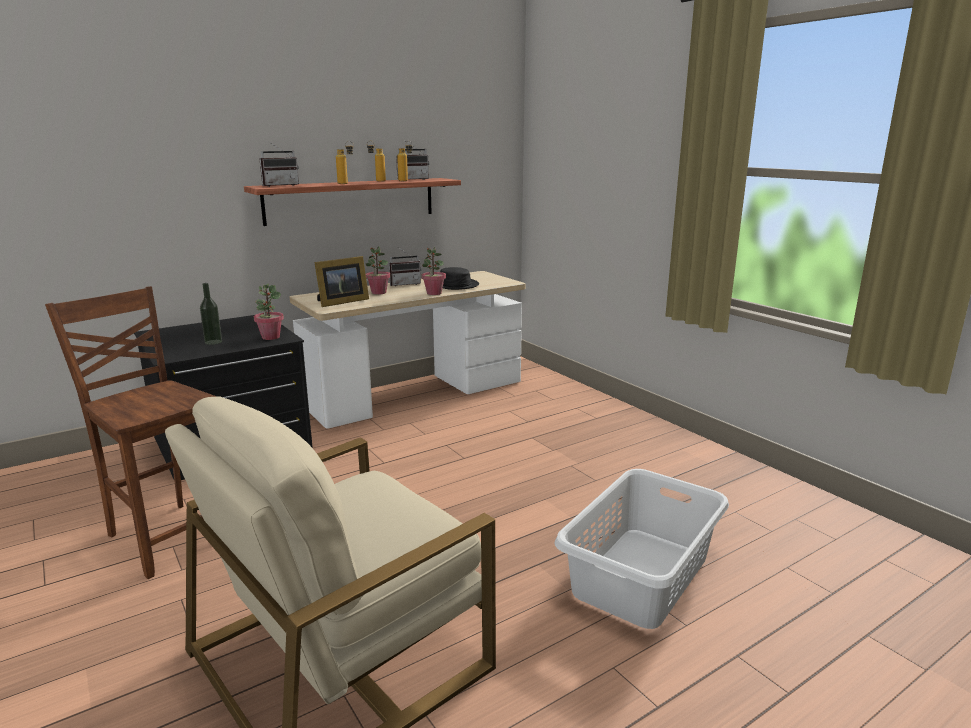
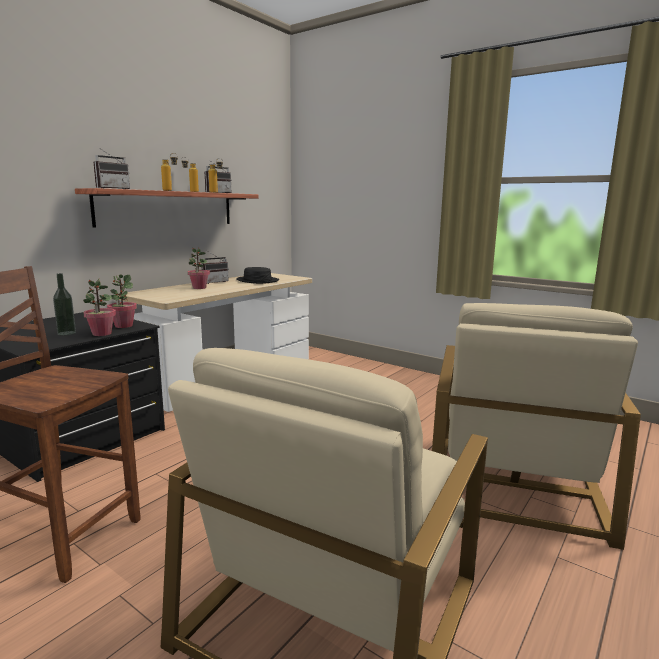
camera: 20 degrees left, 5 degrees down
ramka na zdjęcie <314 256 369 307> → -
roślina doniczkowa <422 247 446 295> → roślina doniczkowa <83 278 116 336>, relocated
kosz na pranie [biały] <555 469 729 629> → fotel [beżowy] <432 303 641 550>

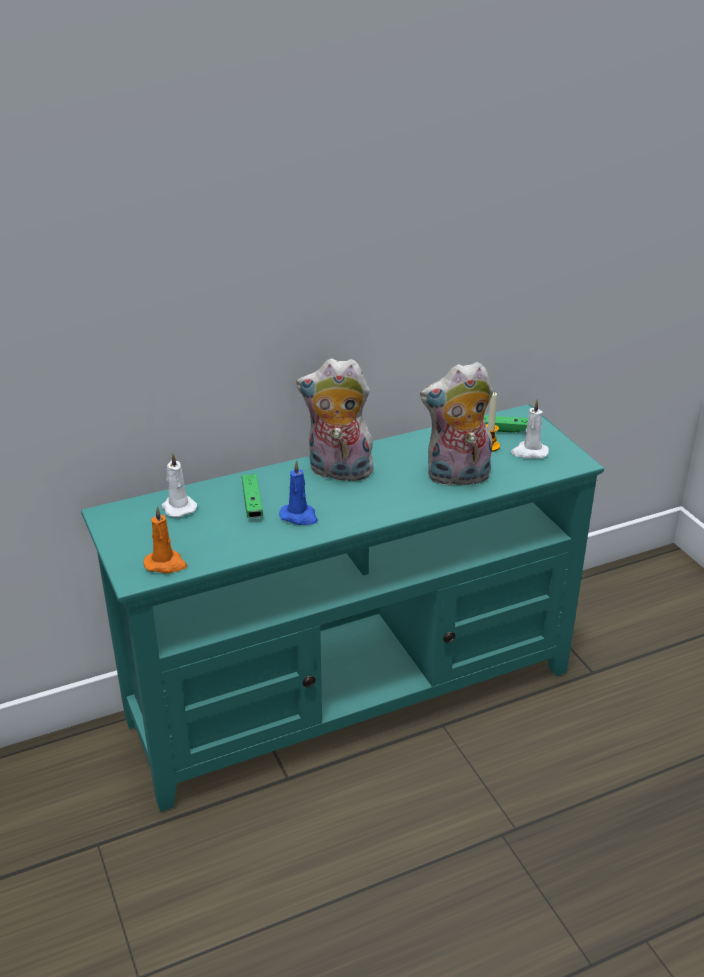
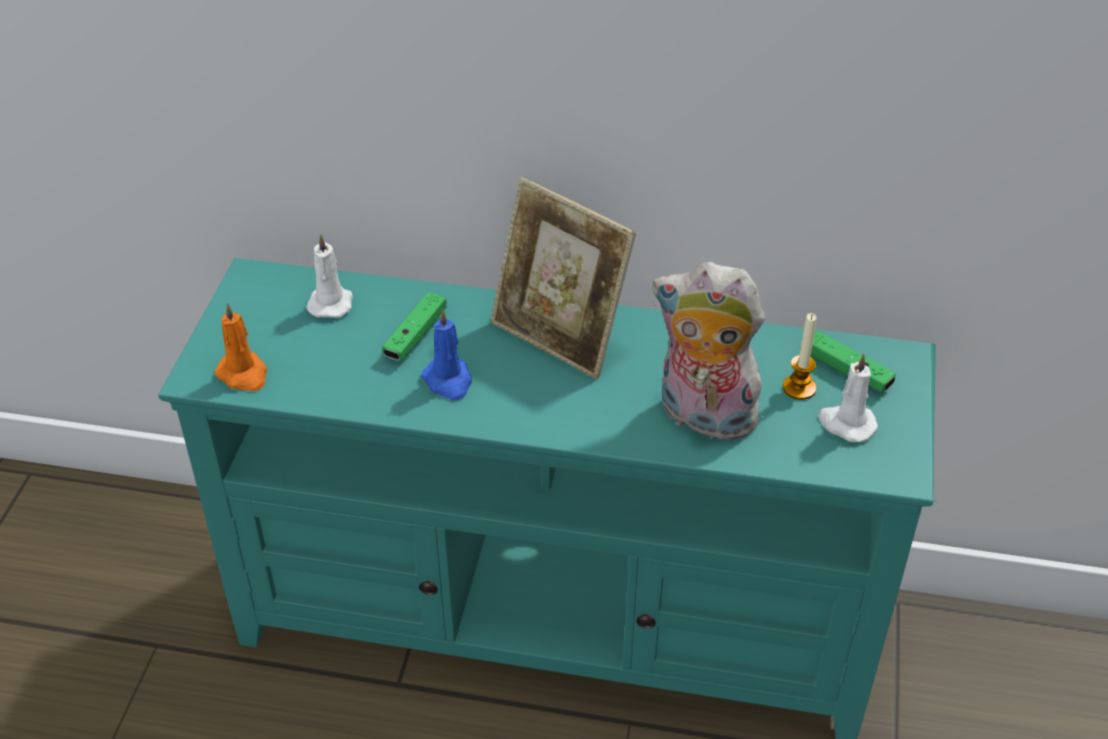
camera: 35 degrees right, 10 degrees up
pluszak <296 359 376 481> → ramka na zdjęcie <490 177 636 379>

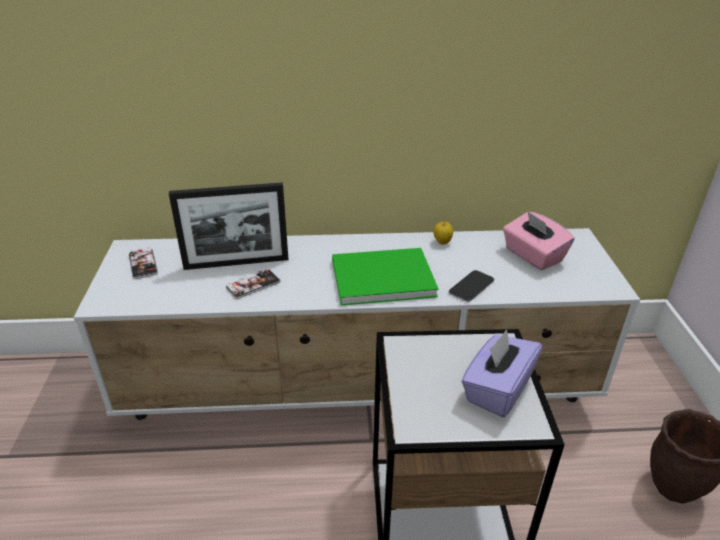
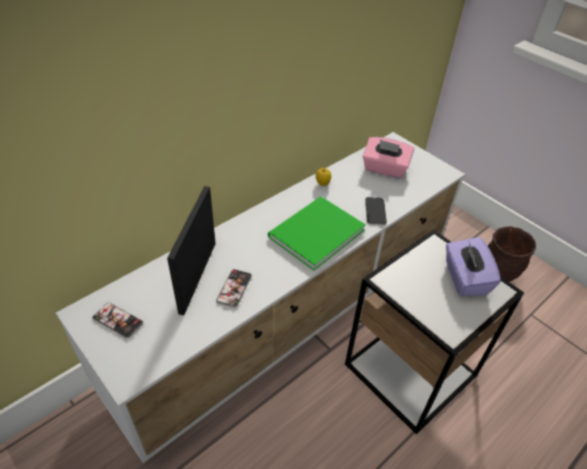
camera: 40 degrees left, 10 degrees up
ramka na zdjęcie <169 182 289 270> → ramka na zdjęcie <167 186 216 315>, 150 degrees clockwise

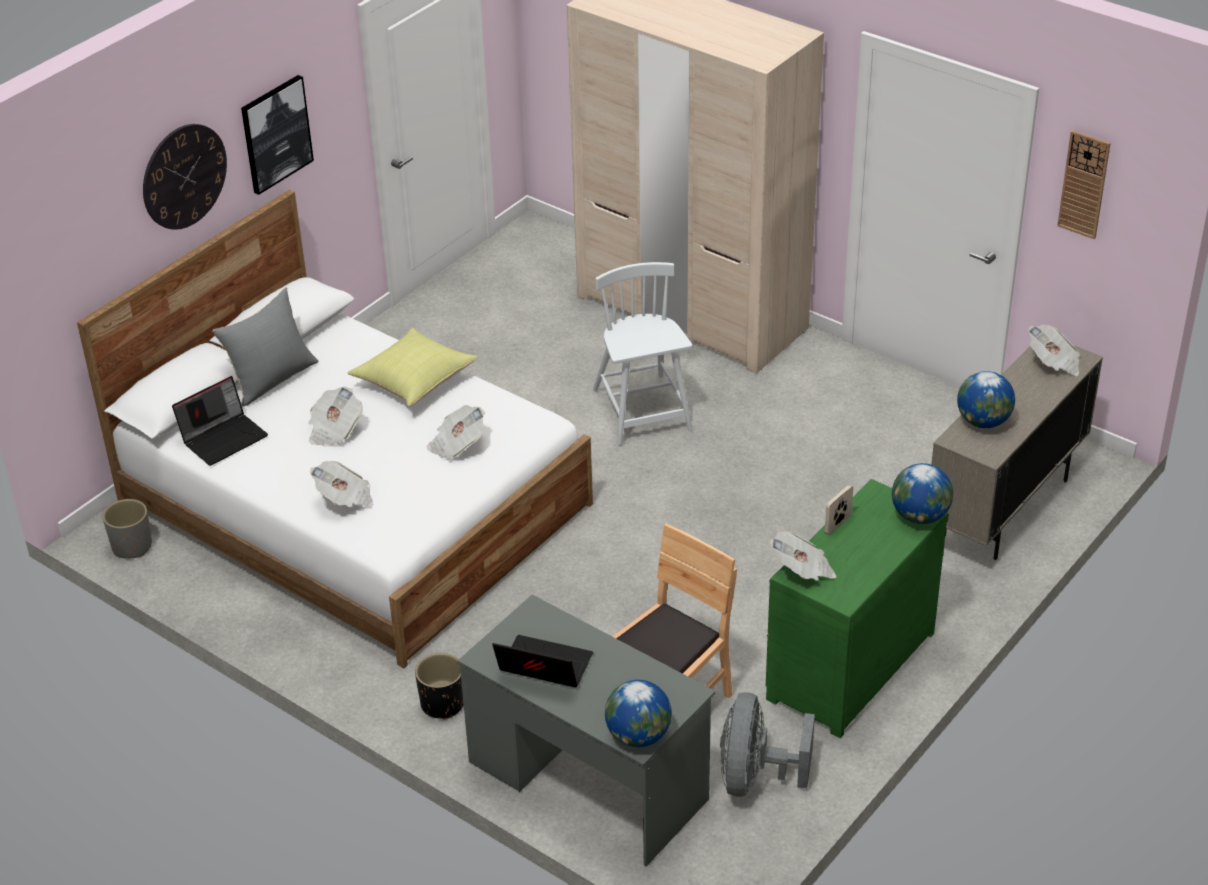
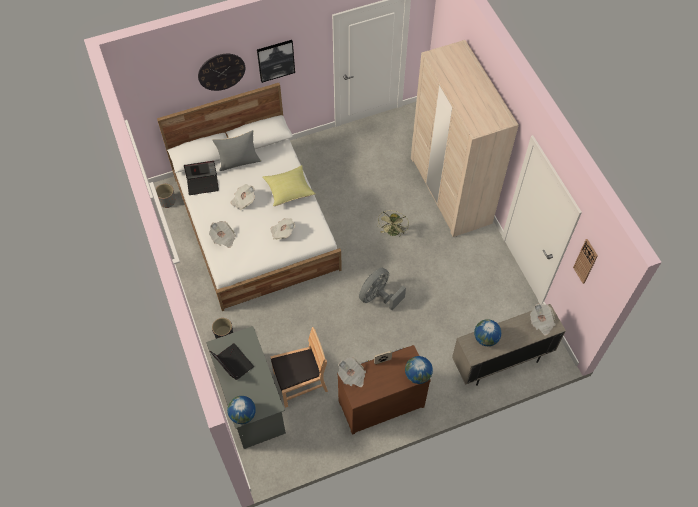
camera: 30 degrees right, 20 degrees up
wentylator [szary] <720 693 815 797> → wentylator [szary] <359 268 406 310>, relocated
krzesło [biały] <593 262 693 445> → wentylator [zielony] <377 210 409 237>
komoda [zielony] <766 479 949 738> → komoda [brązowy] <337 345 431 435>

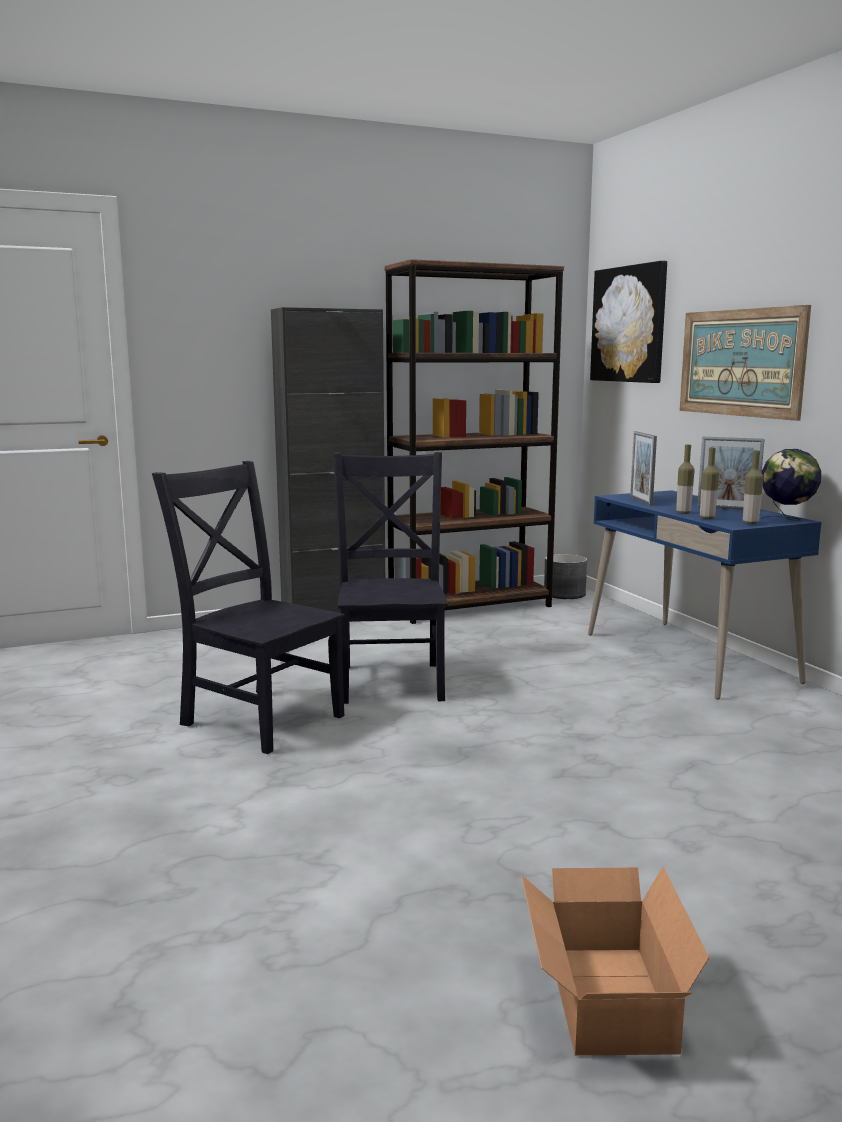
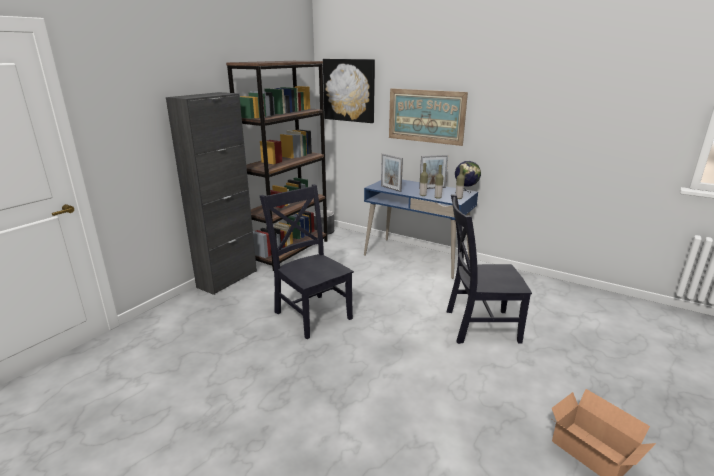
camera: 35 degrees left, 10 degrees up
krzesło [czarny] <152 461 345 754> → krzesło [czarny] <447 194 532 344>, relocated

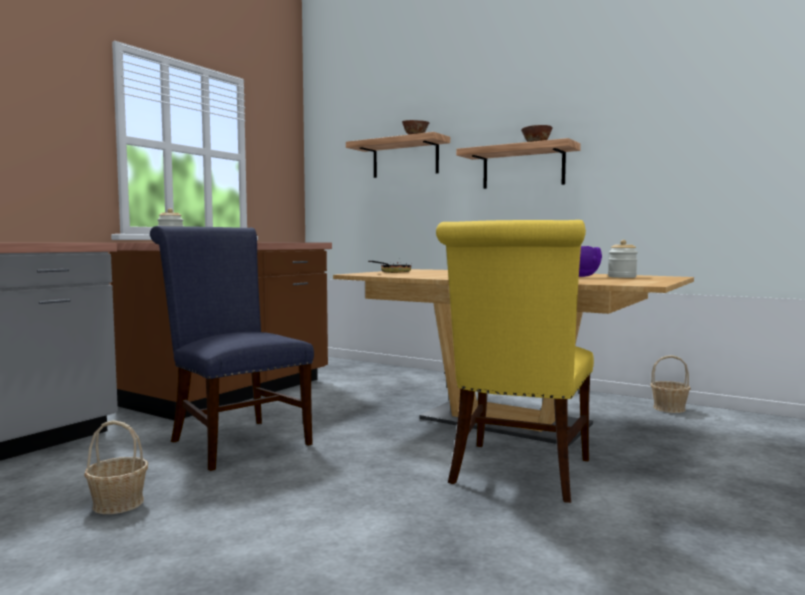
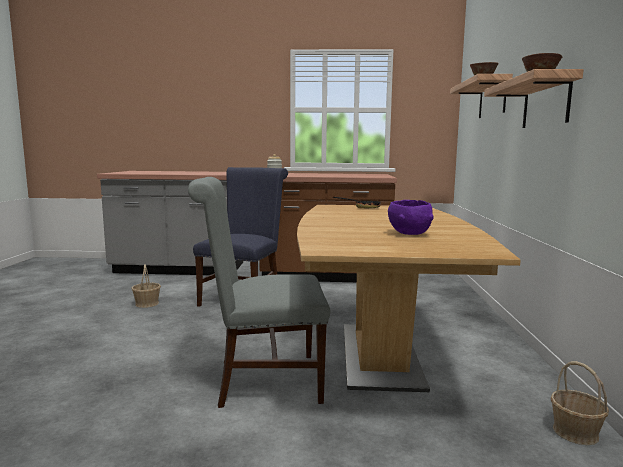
camera: 60 degrees right, 5 degrees up
słoik <608 240 638 278> → -
krzesło [żółty] <436 220 594 503> → krzesło [szary] <188 177 330 408>

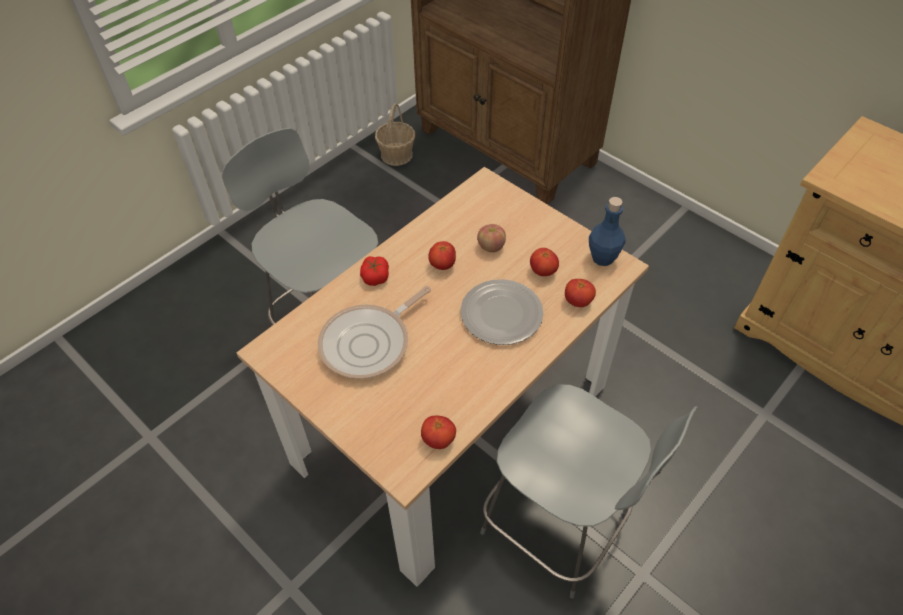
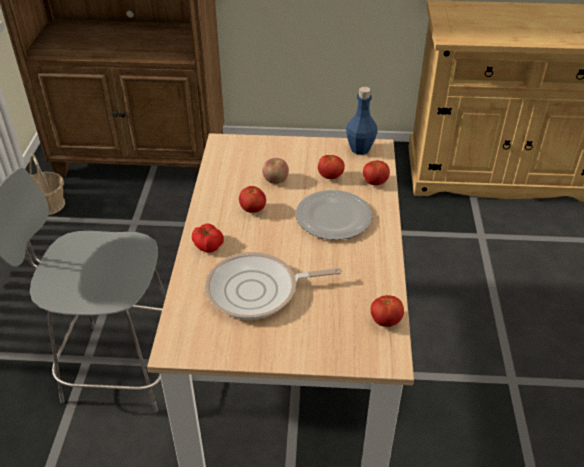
camera: 40 degrees left, 10 degrees down
krzesło [szary] <480 384 698 599> → -
patelnia <318 286 431 379> → patelnia <205 252 342 320>, 75 degrees clockwise

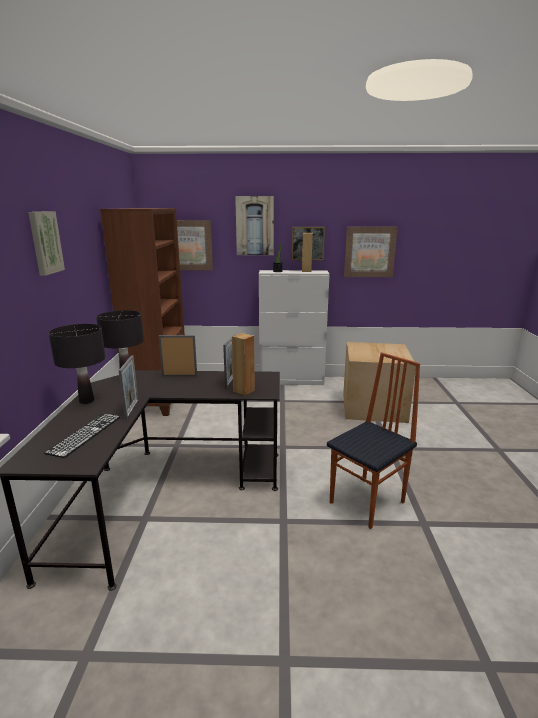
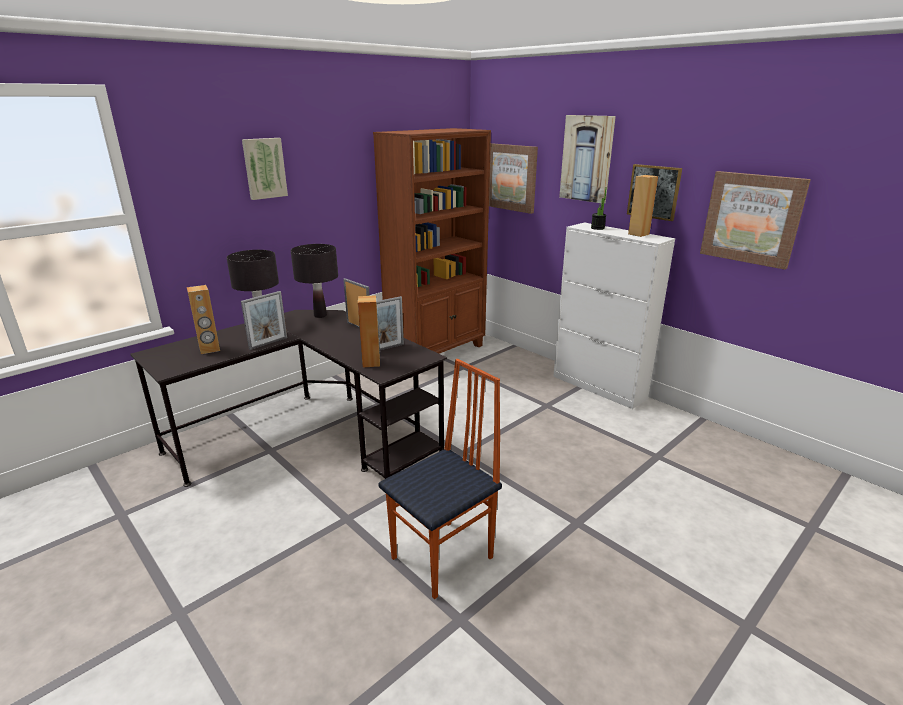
camera: 45 degrees right, 5 degrees up
karton <343 342 416 423> → -
klawiatura <44 414 120 458> → głośnik [brązowy] <187 285 220 354>
krzesło <327 352 420 529> → krzesło <378 359 502 599>, 45 degrees counterclockwise

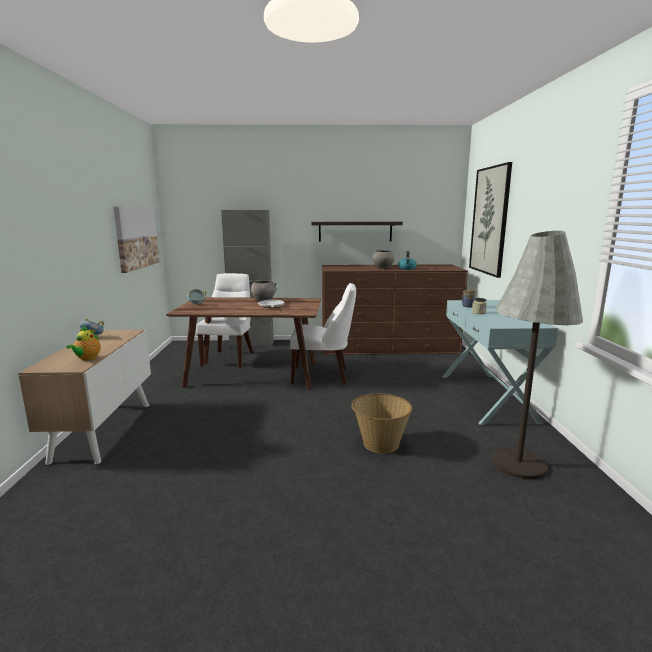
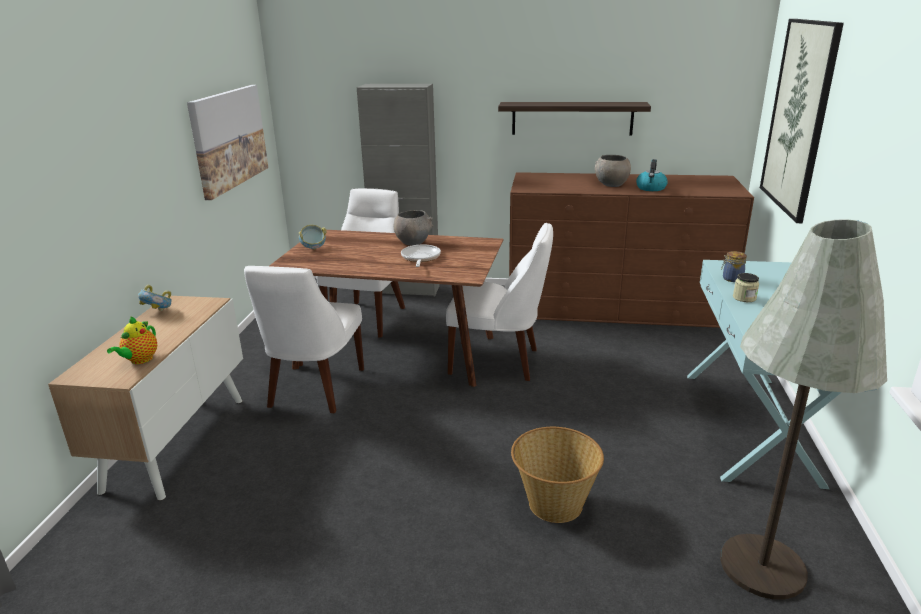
camera: 10 degrees right, 10 degrees up
- → krzesło [biały] <244 266 364 413>

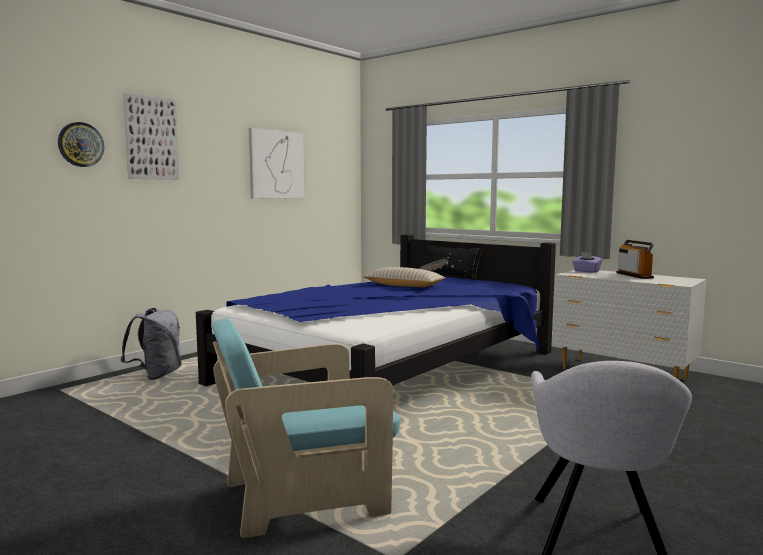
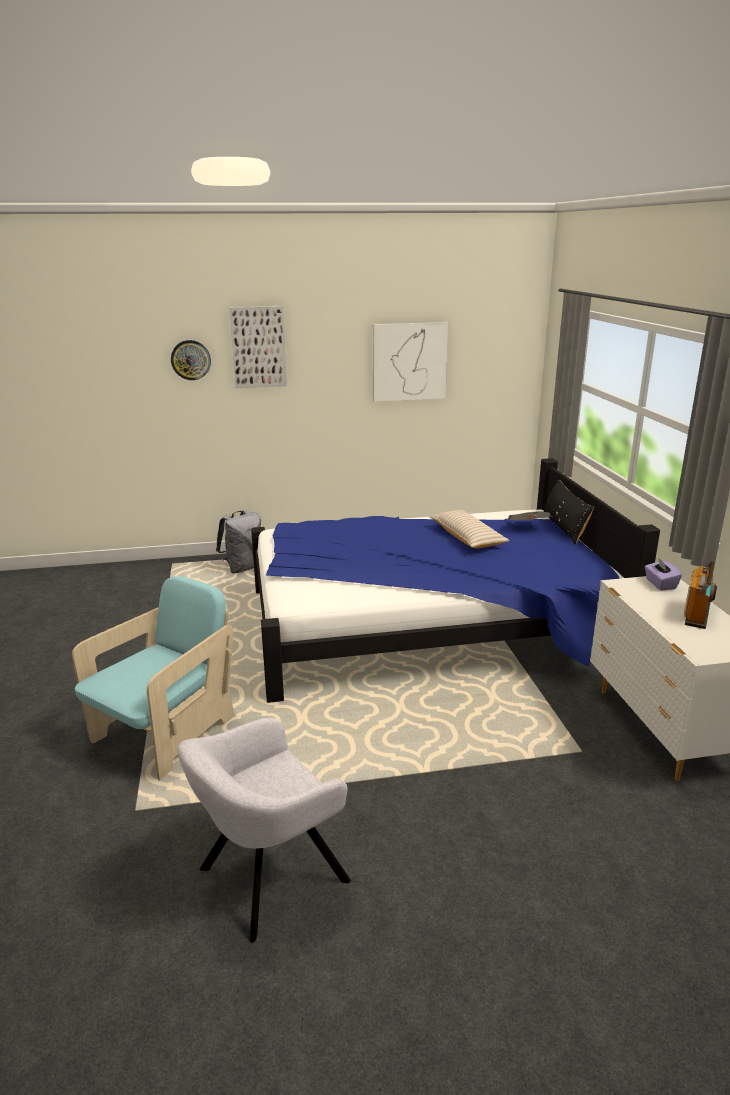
camera: 40 degrees right, 15 degrees up
fotel [turkusowy] <212 318 400 538> → fotel [turkusowy] <72 576 234 780>, 105 degrees clockwise

